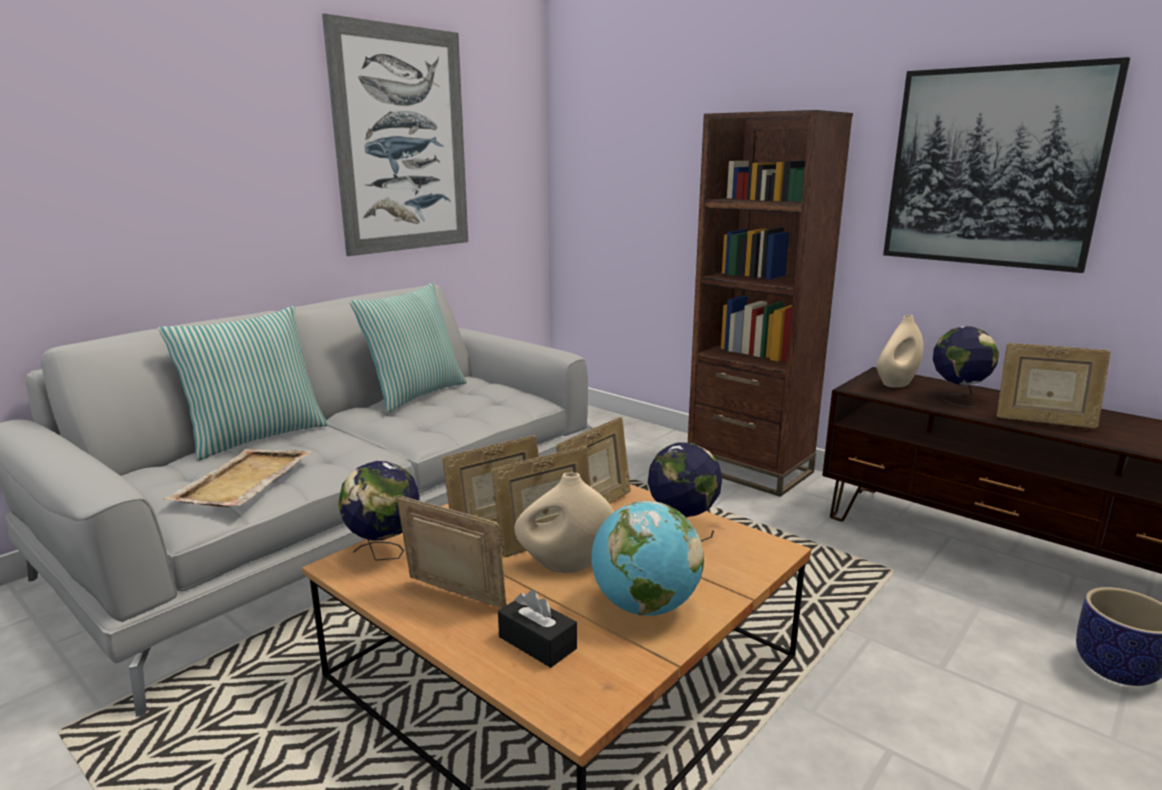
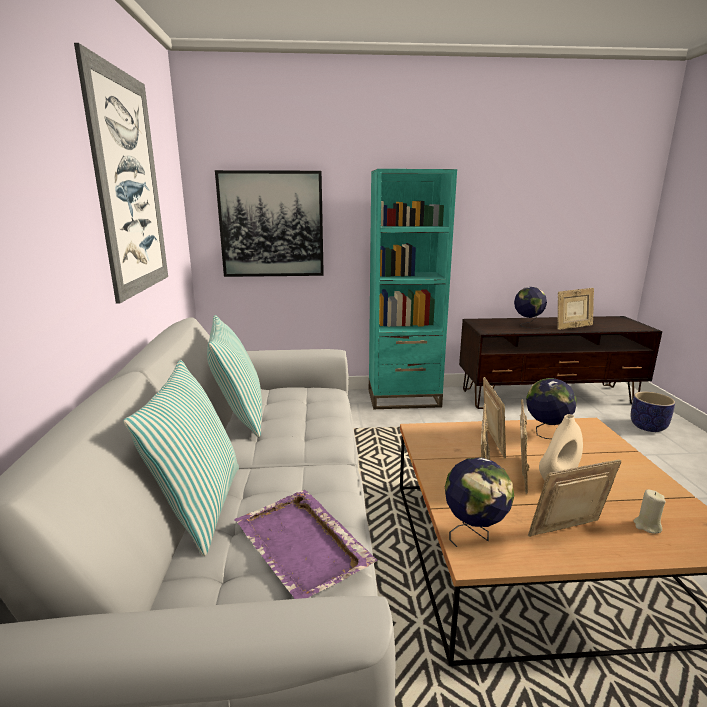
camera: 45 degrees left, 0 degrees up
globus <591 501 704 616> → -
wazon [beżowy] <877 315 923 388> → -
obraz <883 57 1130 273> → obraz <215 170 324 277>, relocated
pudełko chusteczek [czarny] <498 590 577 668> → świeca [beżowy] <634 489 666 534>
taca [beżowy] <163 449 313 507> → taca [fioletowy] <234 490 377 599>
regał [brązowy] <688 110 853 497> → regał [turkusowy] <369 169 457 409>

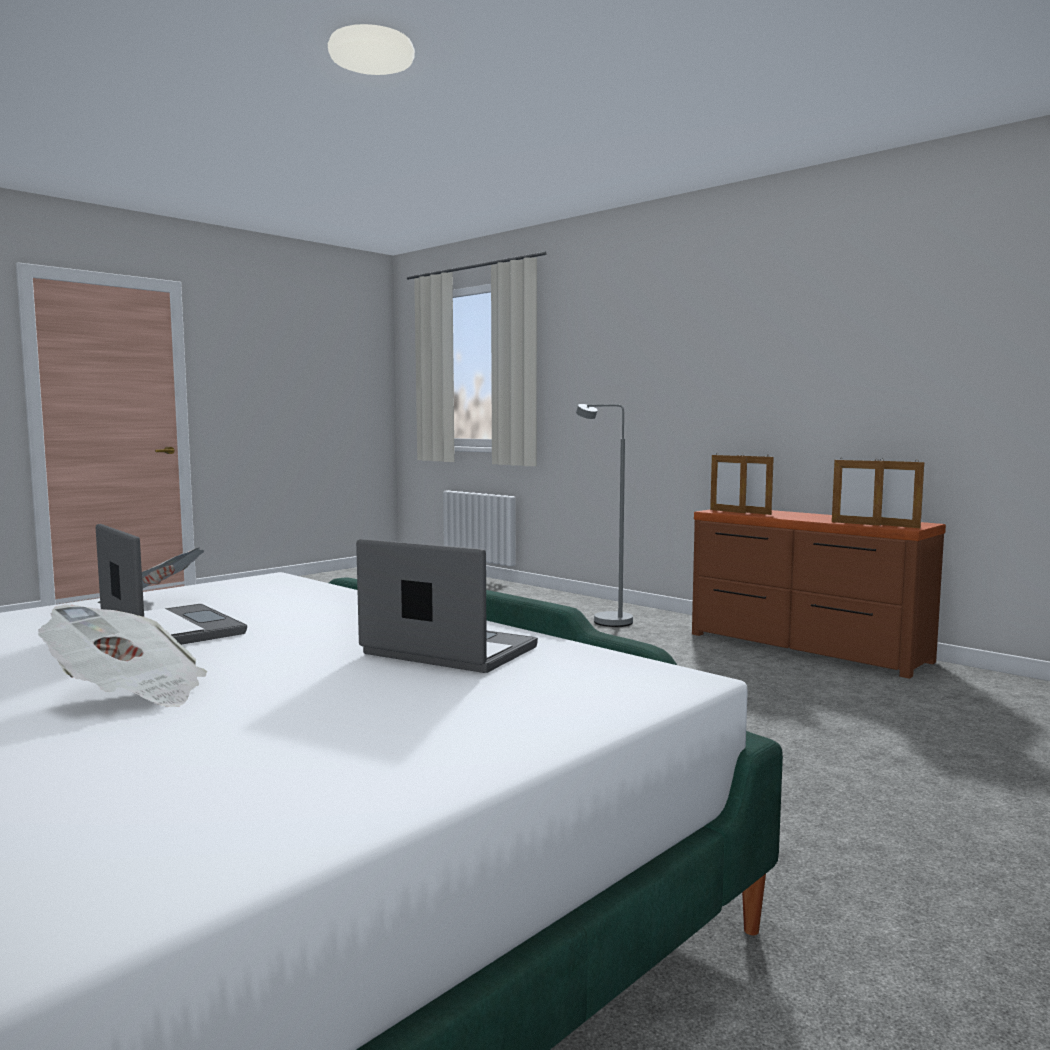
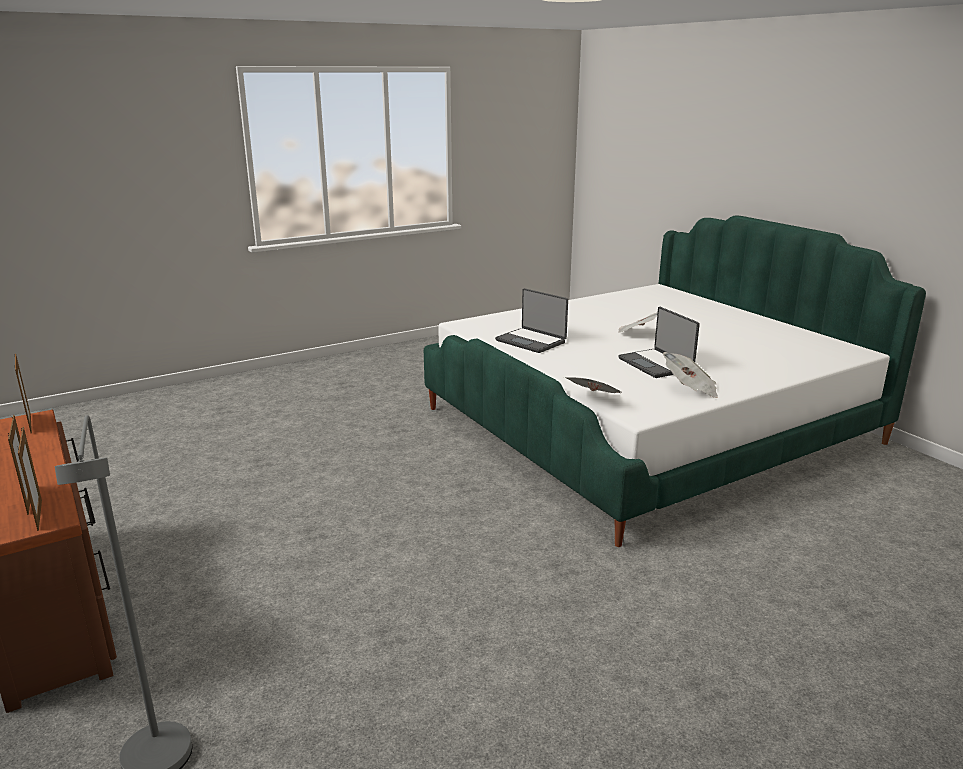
camera: 165 degrees left, 15 degrees up
ramka na zdjęcie <832 460 884 526> → -
- → gazeta <564 377 622 393>

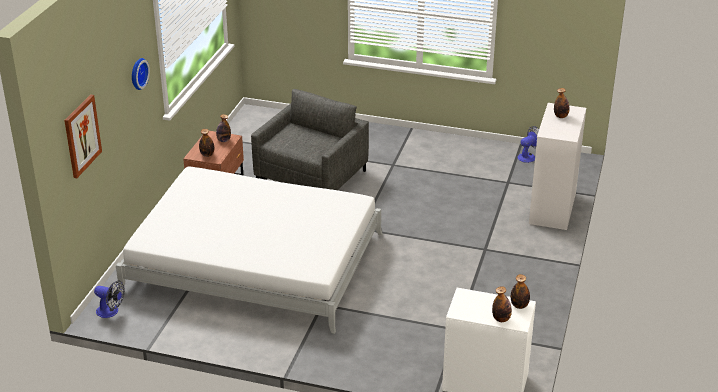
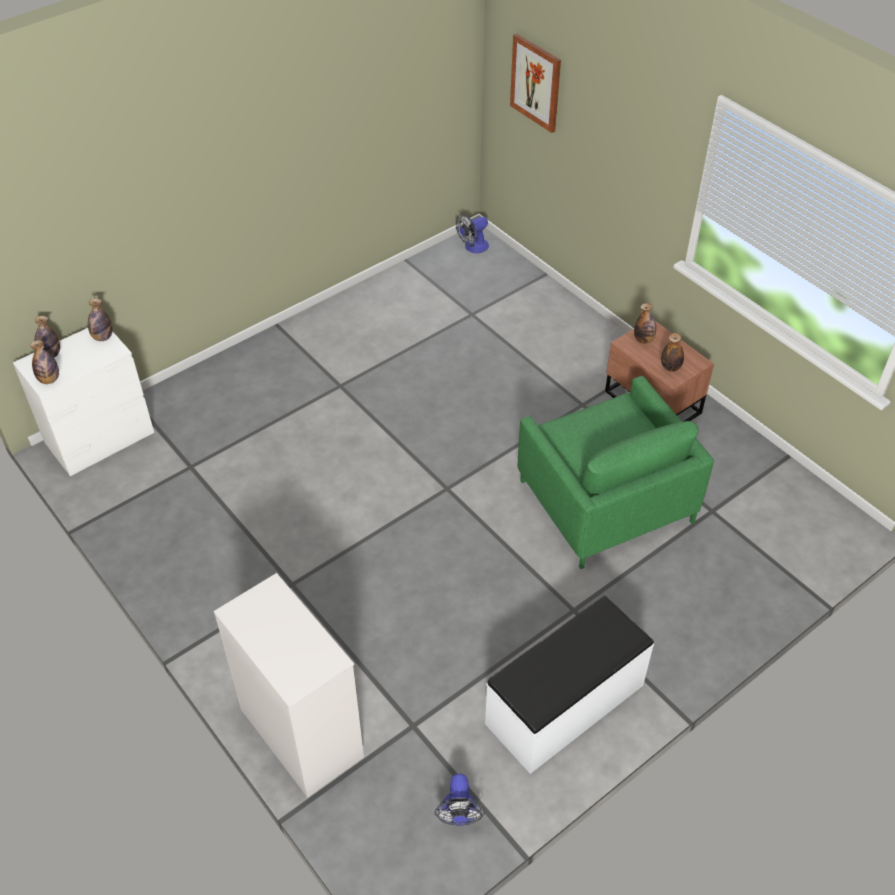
camera: 125 degrees right, 15 degrees up
łóżko [biały] <116 166 383 334> → -
zegar ścienny <132 58 150 90> → -
- → ławka [biały] <485 596 654 774>
butelka <554 88 569 118> → butelka <88 298 113 341>, relocated
fotel [szary] <251 89 369 190> → fotel [zielony] <518 376 714 569>

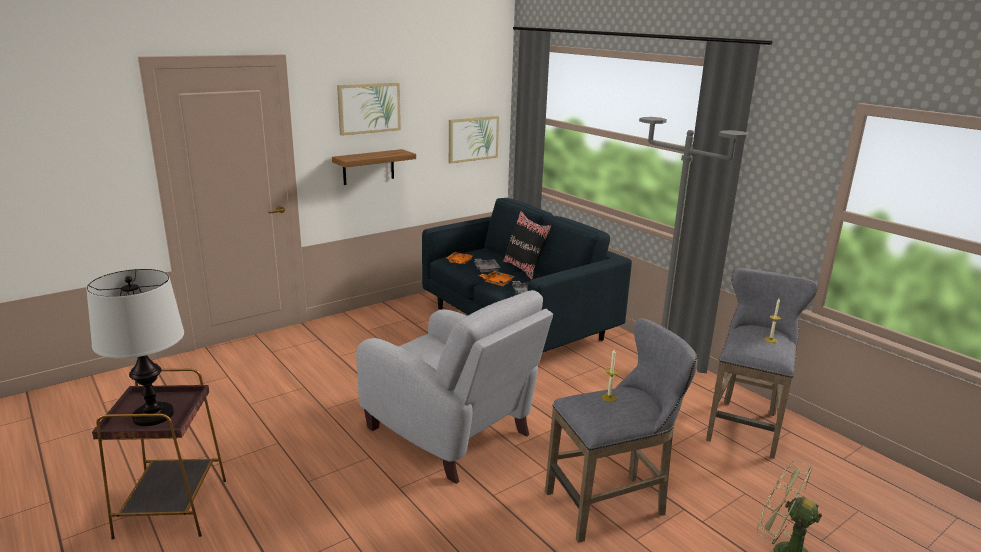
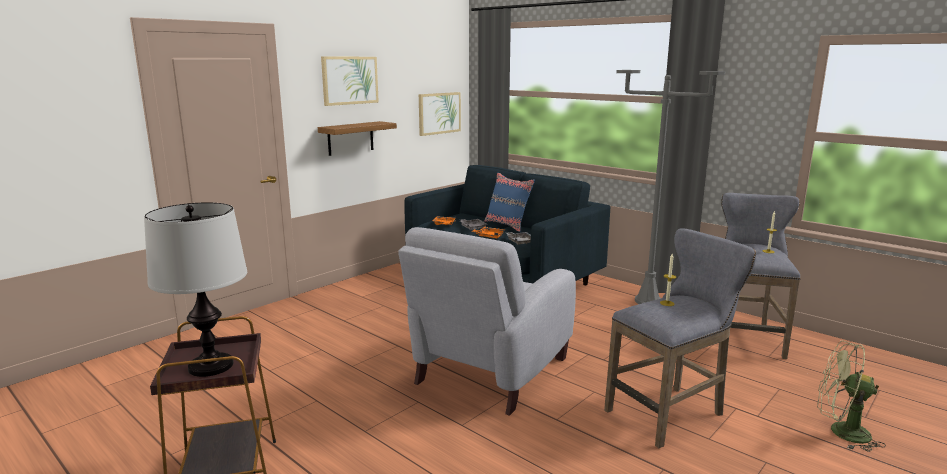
camera: 10 degrees left, 5 degrees down
poduszka [czarny] <503 211 552 279> → poduszka [niebieski] <484 172 535 232>
fotel [szary] <356 290 553 484> → fotel [szary] <398 227 576 416>, 90 degrees clockwise

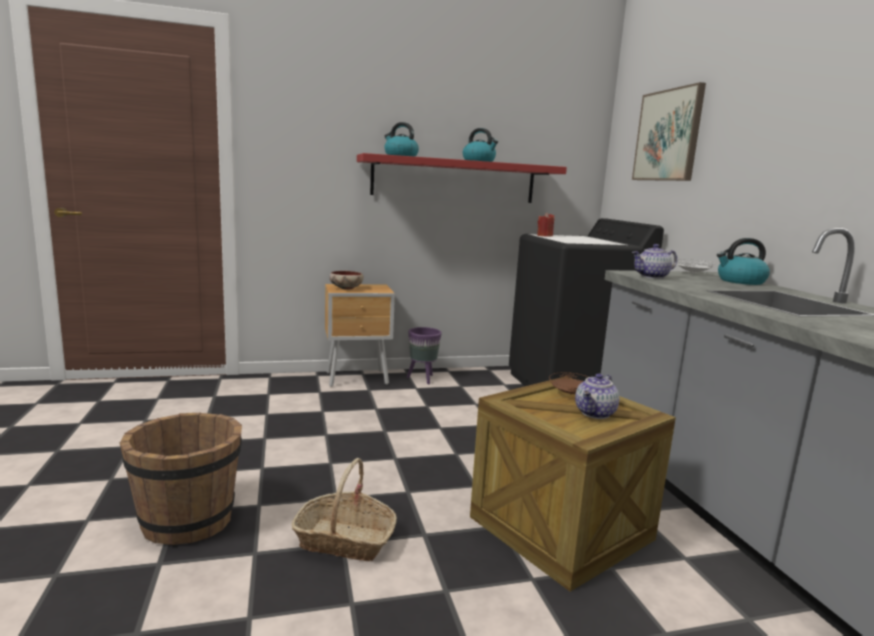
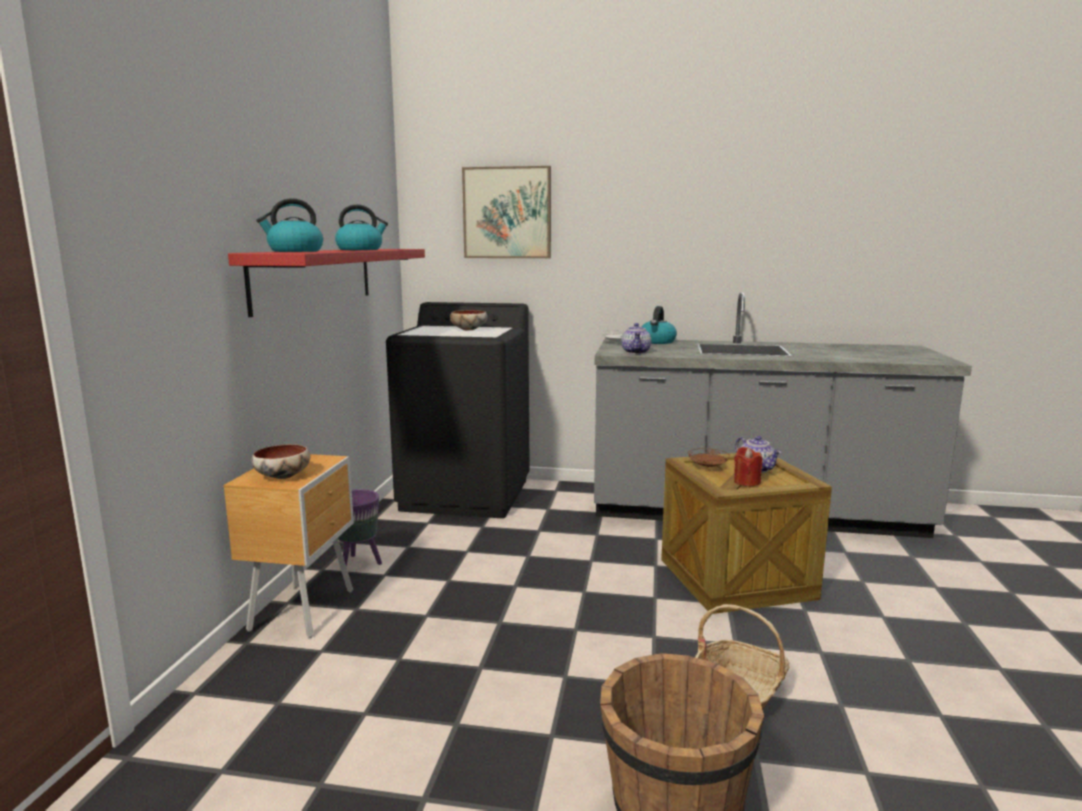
camera: 65 degrees left, 0 degrees up
- → miska <450 310 487 330>
świeca [czerwony] <537 212 554 236> → świeca [czerwony] <734 447 762 487>, relocated

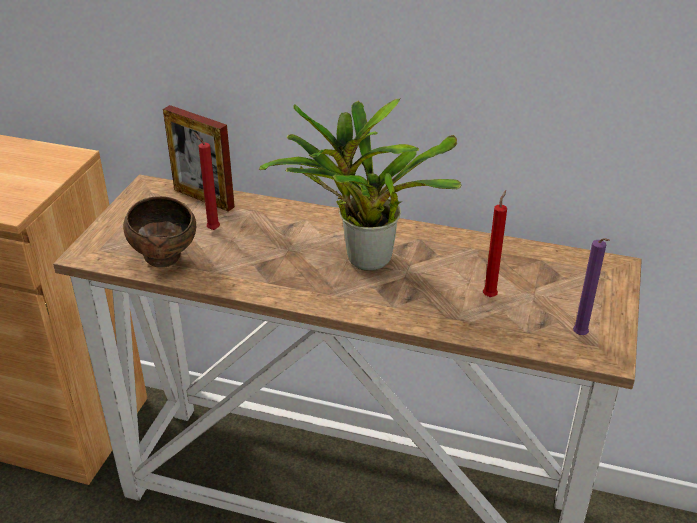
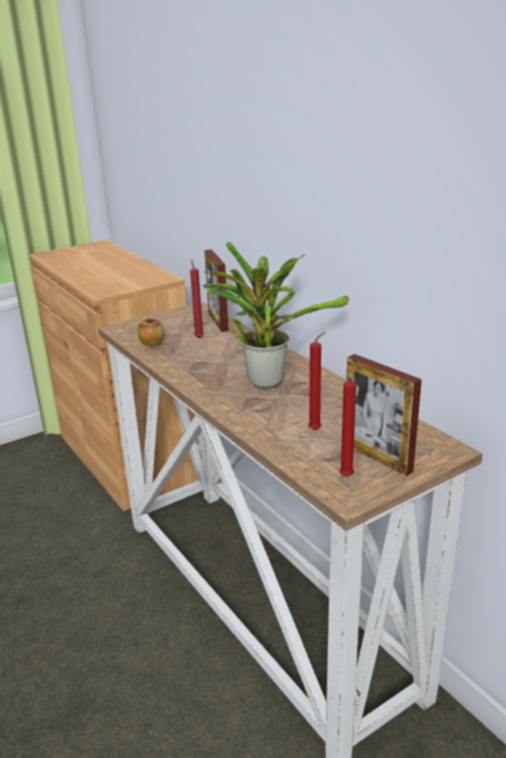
camera: 40 degrees right, 10 degrees down
- → ramka na zdjęcie <346 354 422 476>
miska [brązowy] <123 196 196 268> → jabłko <138 318 164 346>
świeca [fioletowy] <573 238 610 335> → świeca [czerwony] <339 377 356 477>

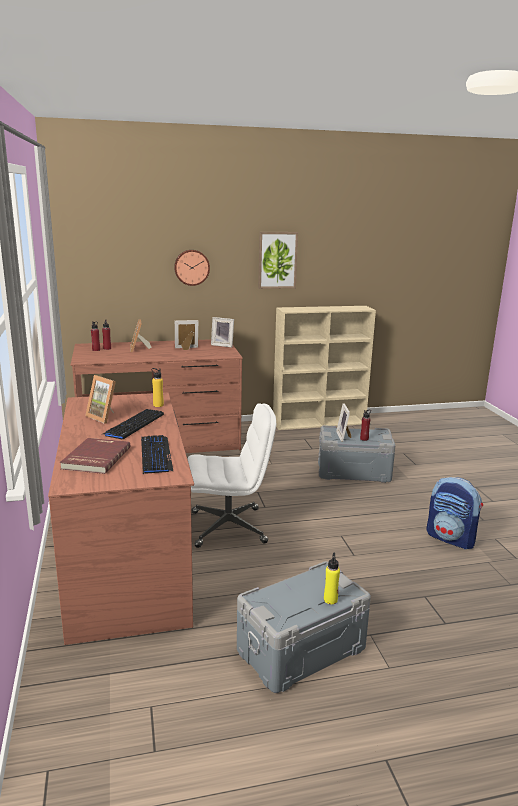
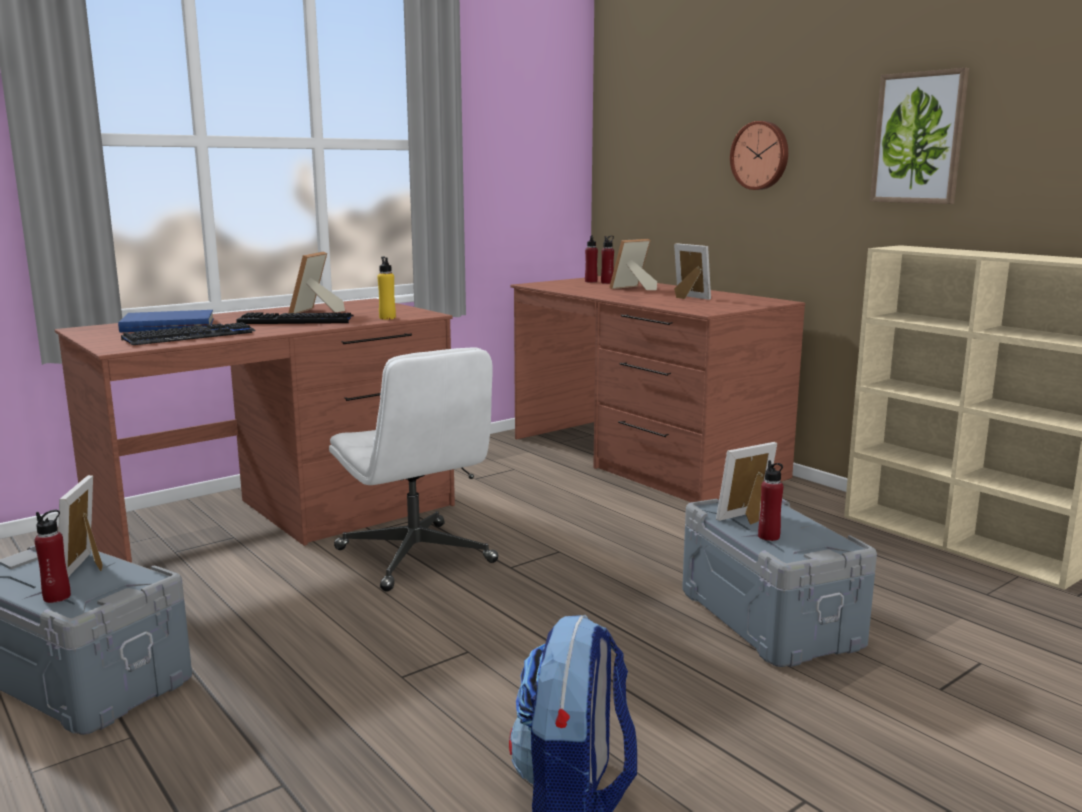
camera: 65 degrees right, 5 degrees down
ramka na zdjęcie <211 317 234 348> → ramka na zdjęcie <58 475 103 577>, relocated
książka [czerwony] <60 438 130 474> → książka [niebieski] <118 310 214 332>
butelka [żółty] <324 552 340 604> → butelka [czerwony] <34 510 71 603>

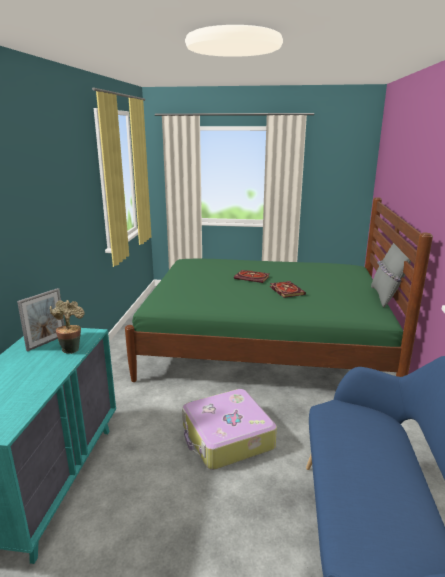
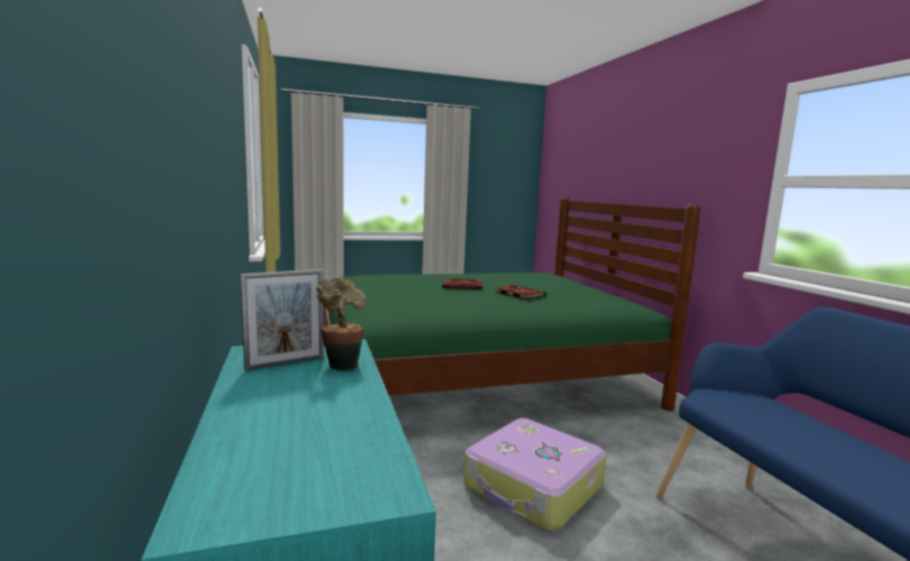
camera: 25 degrees left, 10 degrees down
poduszka [szary] <371 243 411 307> → -
ramka na zdjęcie <17 288 65 351> → ramka na zdjęcie <240 269 324 371>, 45 degrees clockwise

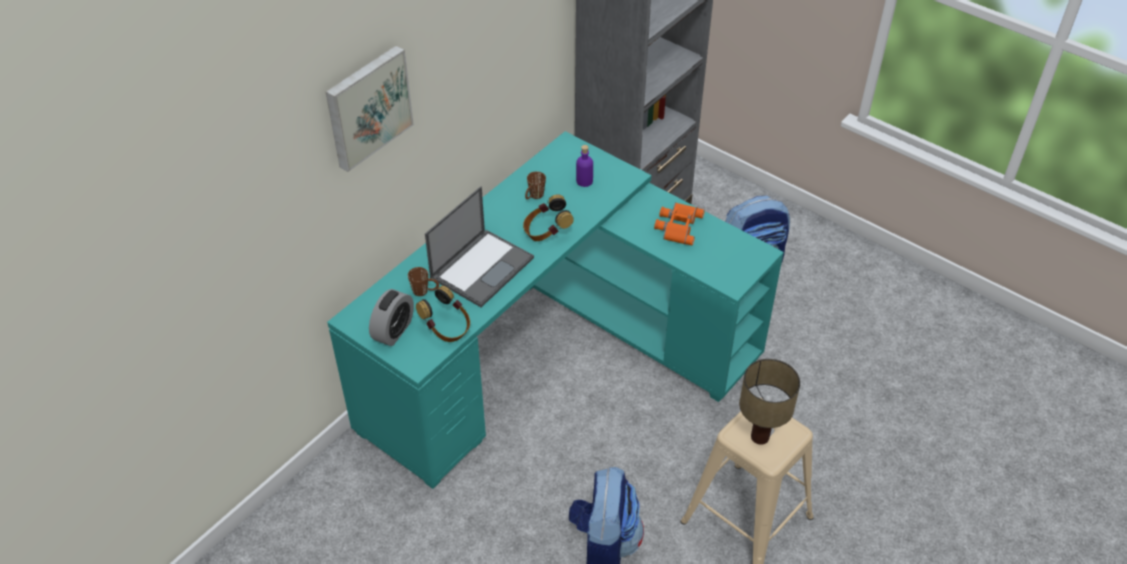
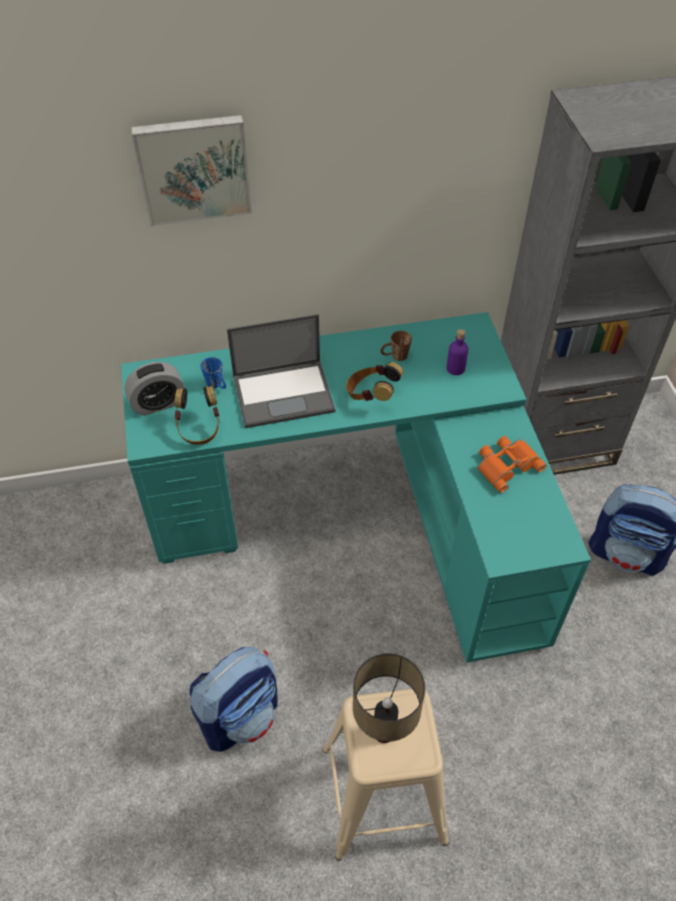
camera: 40 degrees right, 5 degrees up
kubek [brązowy] <408 267 439 296> → kubek [niebieski] <200 357 226 389>

